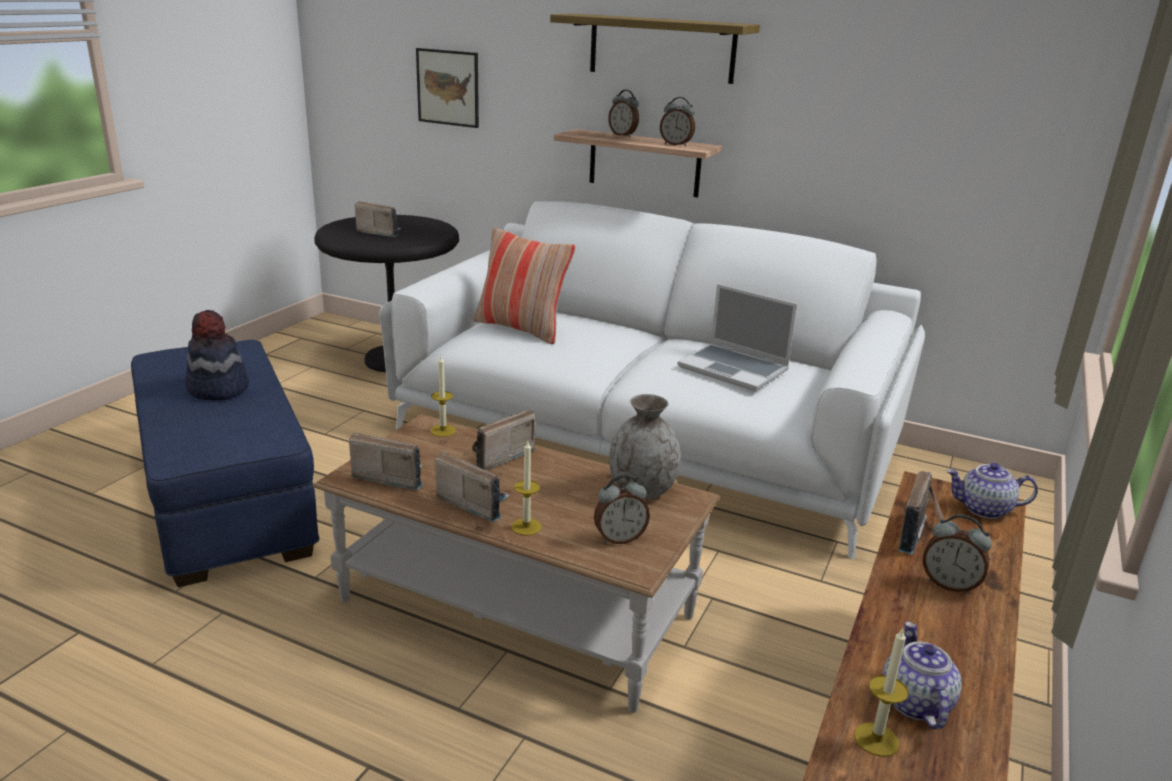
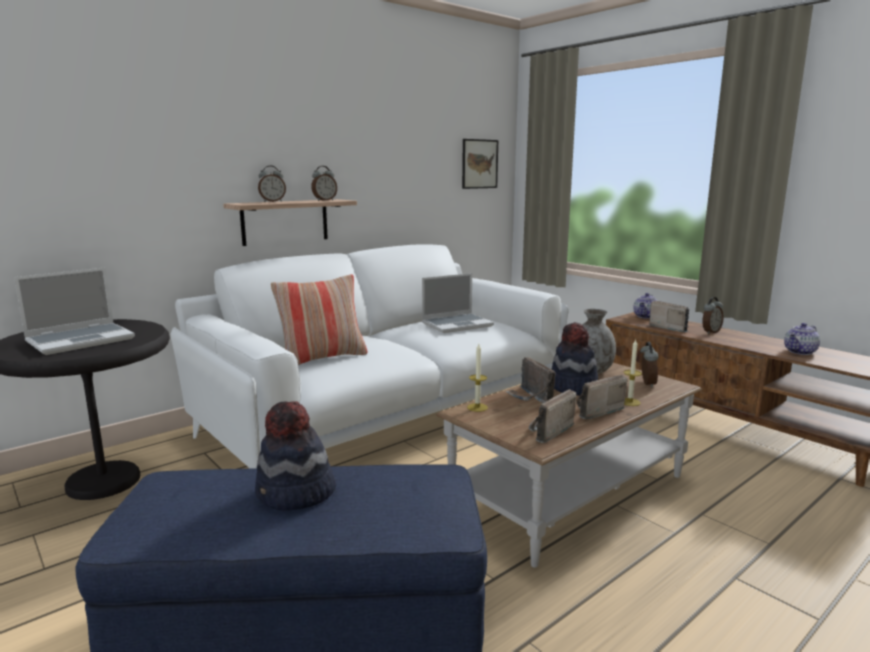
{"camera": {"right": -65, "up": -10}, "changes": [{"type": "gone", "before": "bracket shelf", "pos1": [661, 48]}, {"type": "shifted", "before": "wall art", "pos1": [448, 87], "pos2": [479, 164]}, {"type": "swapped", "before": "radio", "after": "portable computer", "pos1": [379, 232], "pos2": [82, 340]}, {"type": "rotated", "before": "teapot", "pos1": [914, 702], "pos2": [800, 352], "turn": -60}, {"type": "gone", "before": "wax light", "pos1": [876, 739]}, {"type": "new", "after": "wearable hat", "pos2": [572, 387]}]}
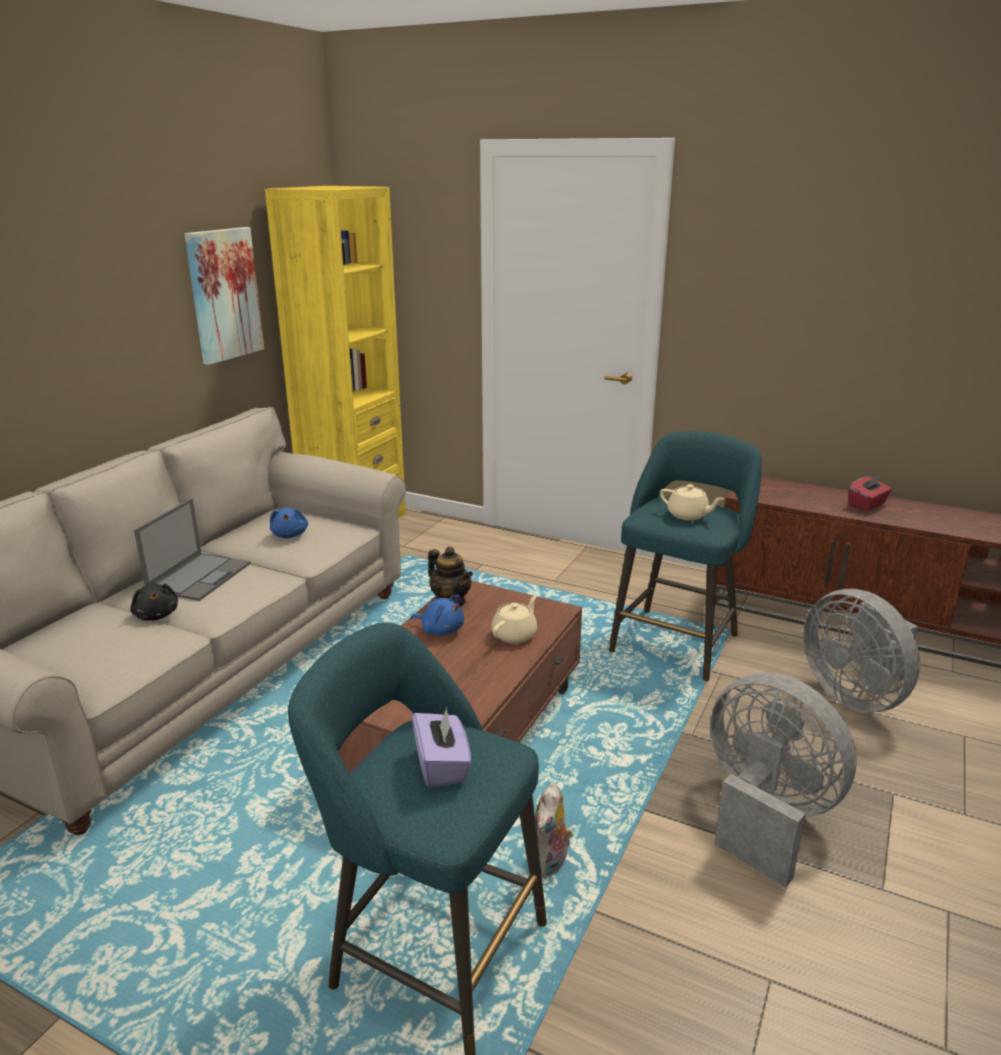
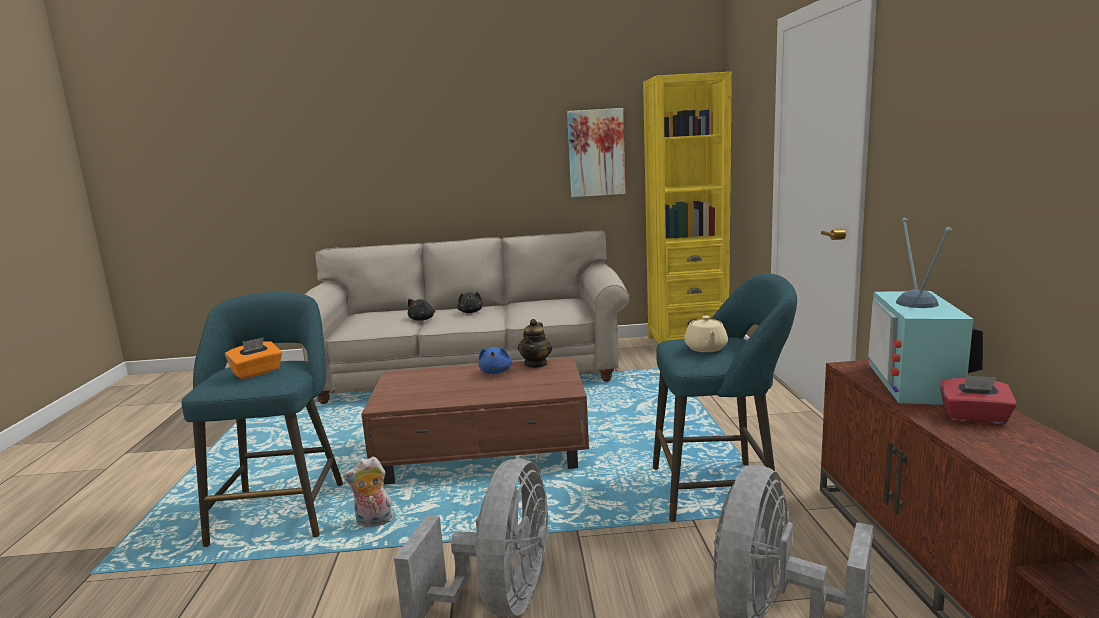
{"camera": {"right": 60, "up": -10}, "changes": [{"type": "swapped", "before": "portable computer", "after": "blackish plush toy", "pos1": [199, 576], "pos2": [470, 312]}, {"type": "gone", "before": "bluish plush toy", "pos1": [290, 535]}, {"type": "gone", "before": "beige-coloured teapot", "pos1": [515, 635]}, {"type": "repainted", "before": "purplish tissue box", "after": "orange tissue box", "pos1": [442, 765], "pos2": [257, 373]}, {"type": "new", "after": "TV set", "pos2": [920, 383]}]}
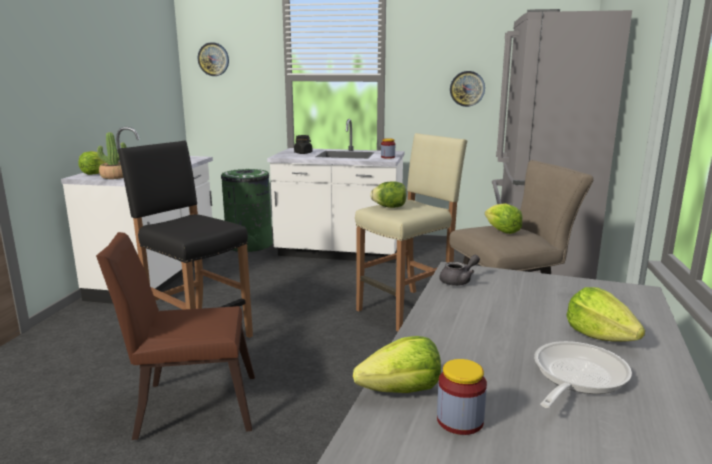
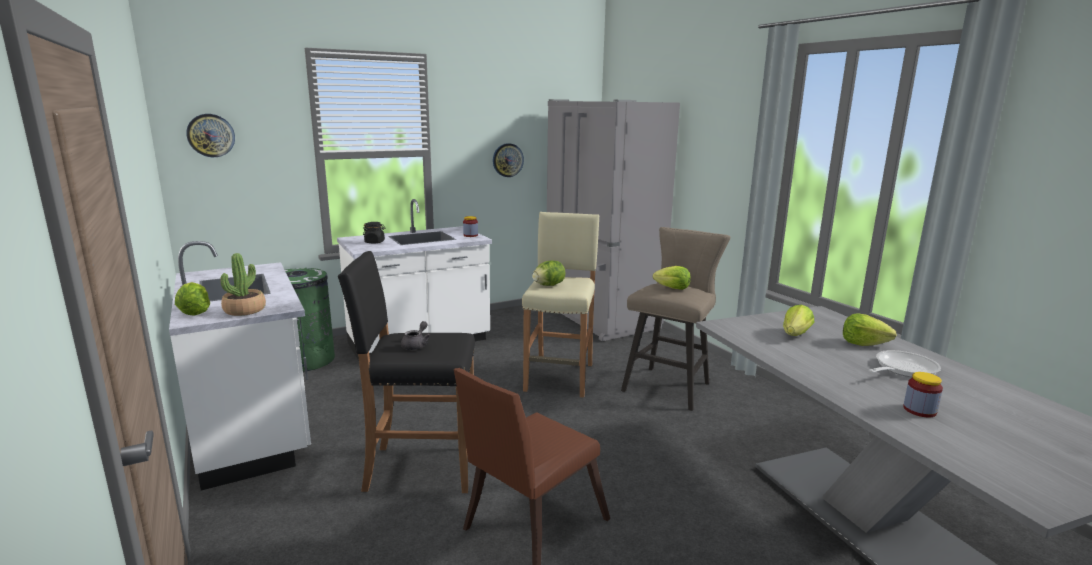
{"camera": {"right": -40, "up": 0}, "changes": [{"type": "shifted", "before": "grey teapot", "pos1": [459, 281], "pos2": [416, 345]}, {"type": "shifted", "before": "lettuce", "pos1": [401, 391], "pos2": [795, 335]}, {"type": "rotated", "before": "pan", "pos1": [576, 377], "pos2": [902, 369], "turn": 60}]}
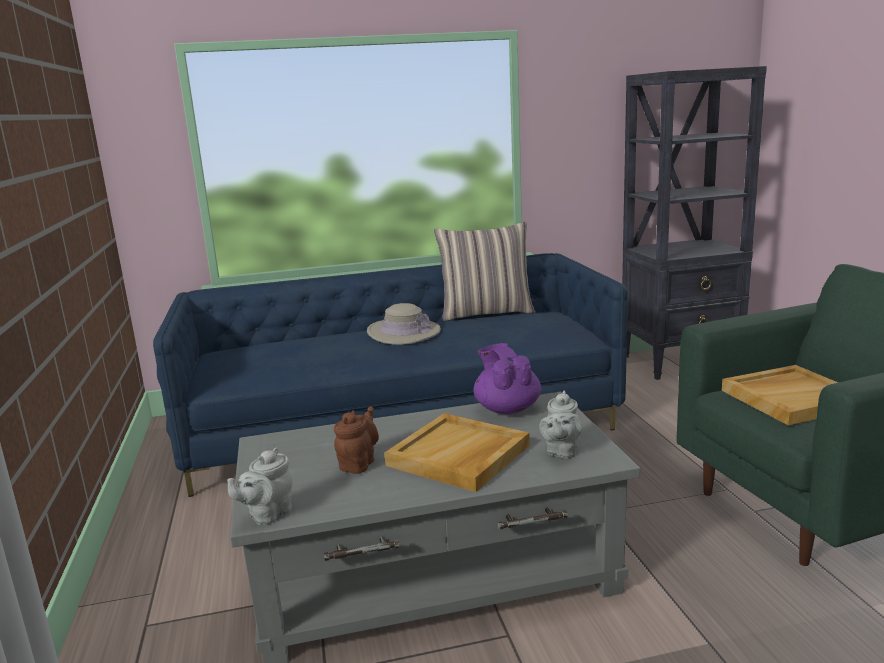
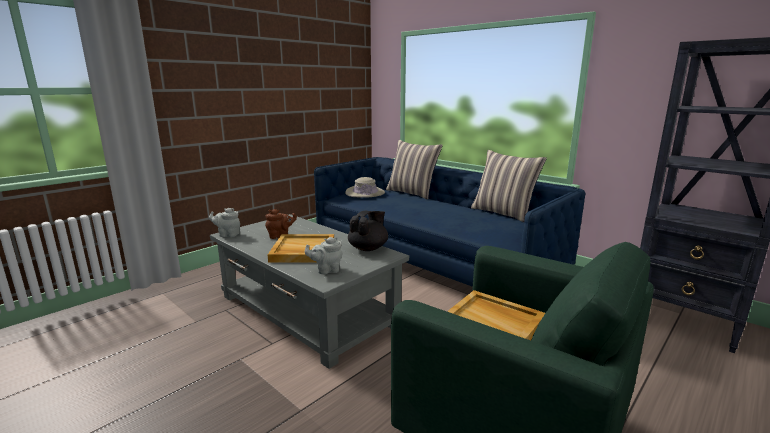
{"camera": {"right": 55, "up": 0}, "changes": [{"type": "shifted", "before": "beige-coloured wearable hat", "pos1": [403, 333], "pos2": [365, 193]}, {"type": "repainted", "before": "purplish teapot", "after": "blackish teapot", "pos1": [507, 408], "pos2": [368, 248]}, {"type": "new", "after": "pillow", "pos2": [412, 193]}]}
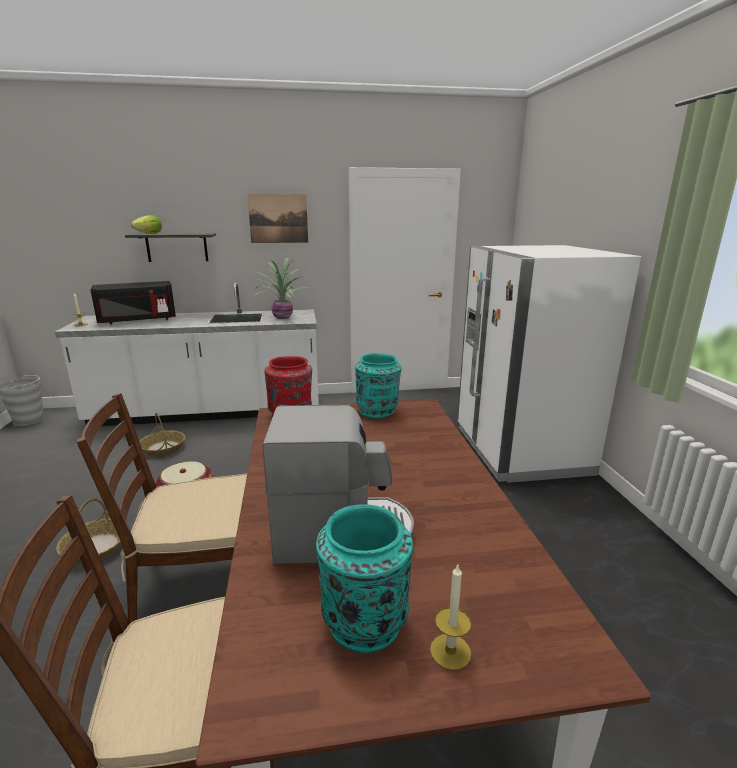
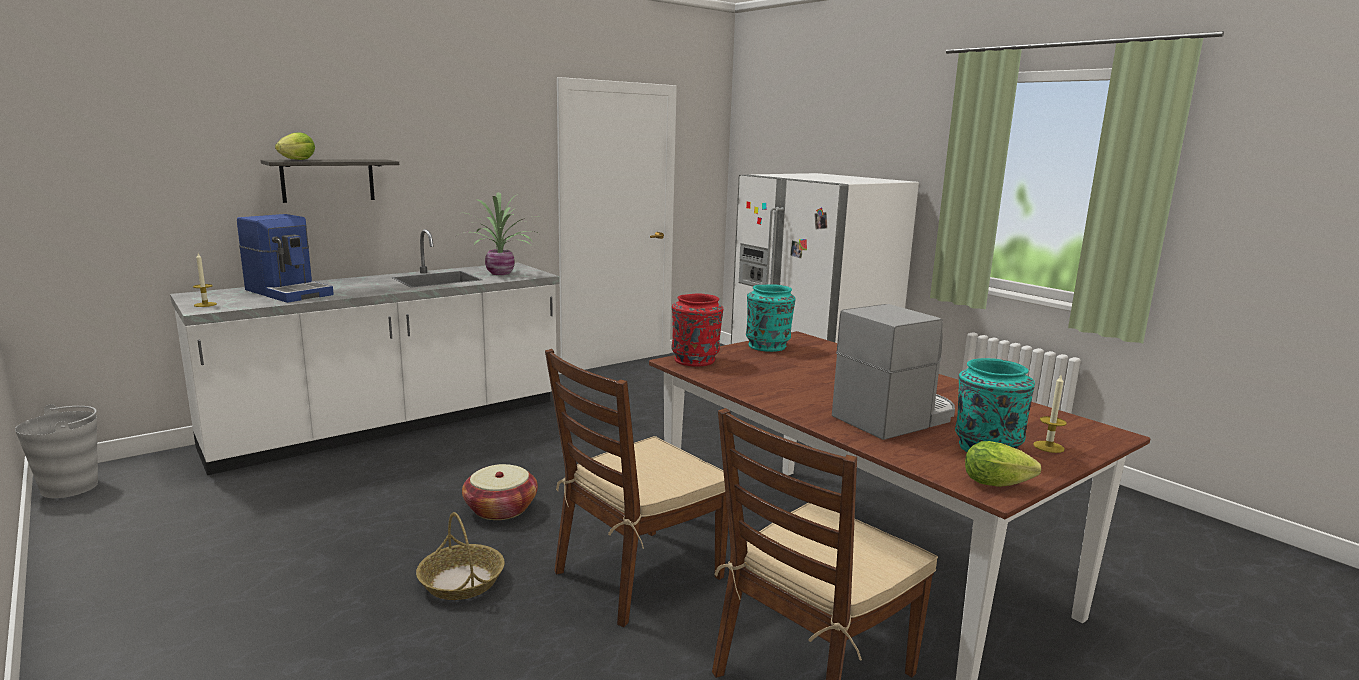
{"camera": {"right": -30, "up": -5}, "changes": [{"type": "gone", "before": "wall art", "pos1": [278, 218]}, {"type": "swapped", "before": "blackish kitchen microwave", "after": "coffee machine", "pos1": [138, 320], "pos2": [289, 292]}, {"type": "gone", "before": "basket", "pos1": [163, 448]}, {"type": "new", "after": "lettuce", "pos2": [1000, 484]}]}
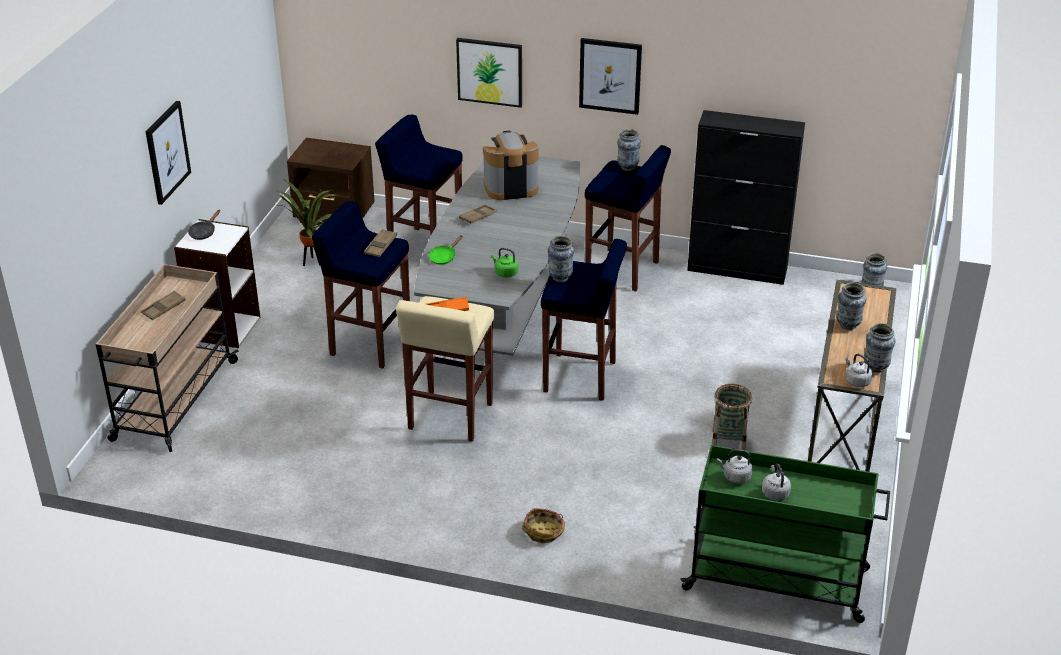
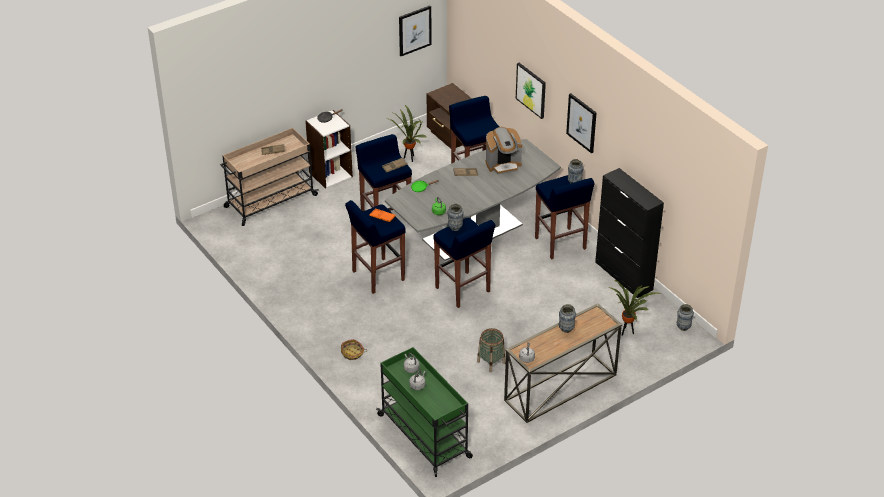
{"camera": {"right": 40, "up": 5}, "changes": [{"type": "shifted", "before": "wall art", "pos1": [167, 152], "pos2": [414, 30]}, {"type": "rotated", "before": "coffee machine", "pos1": [510, 188], "pos2": [503, 164], "turn": 135}, {"type": "repainted", "before": "beige-coloured sitting stool", "after": "bluish sitting stool", "pos1": [450, 417], "pos2": [377, 276]}, {"type": "gone", "before": "decorative vase", "pos1": [875, 367]}, {"type": "new", "after": "plant in a pot", "pos2": [627, 332]}]}
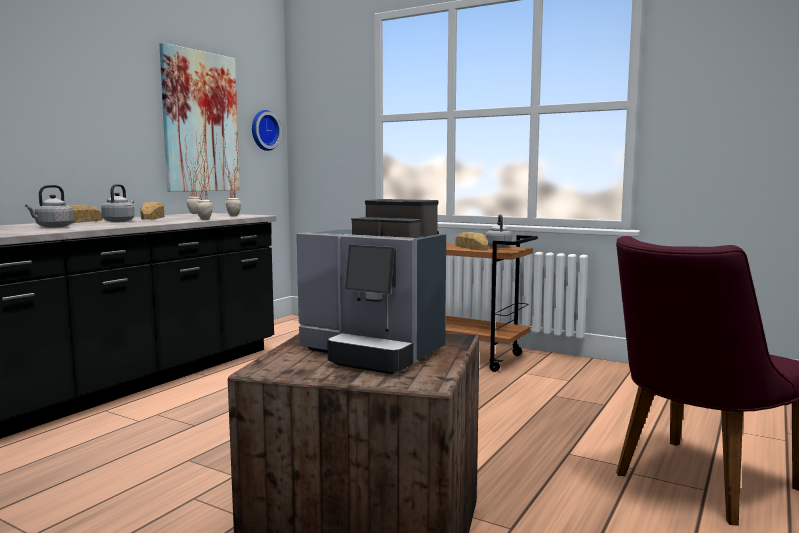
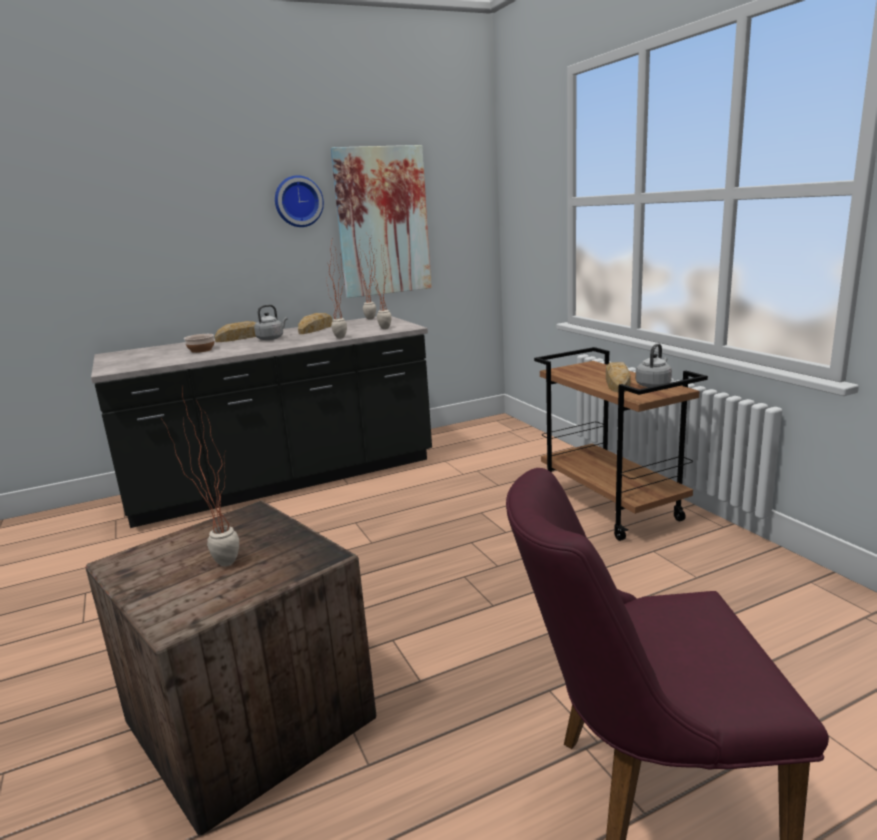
{"camera": {"right": 35, "up": 10}, "changes": [{"type": "shifted", "before": "wall clock", "pos1": [263, 130], "pos2": [298, 201]}, {"type": "swapped", "before": "grey tea kettle", "after": "bowl", "pos1": [53, 227], "pos2": [201, 350]}, {"type": "swapped", "before": "coffee machine", "after": "plant in a pot", "pos1": [373, 353], "pos2": [218, 563]}]}
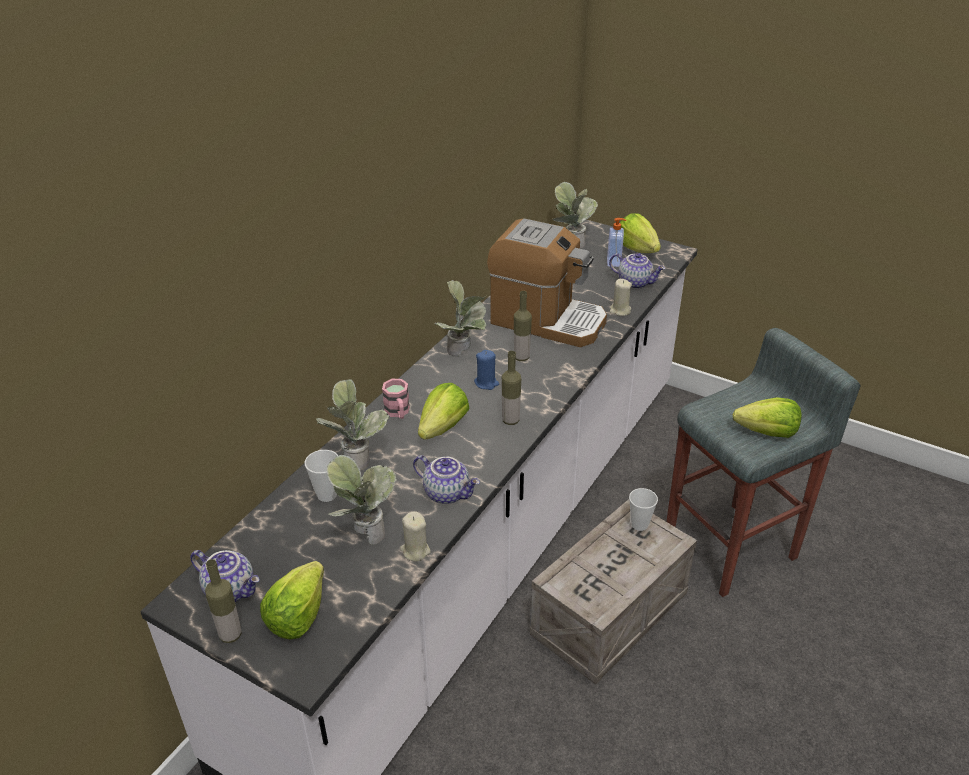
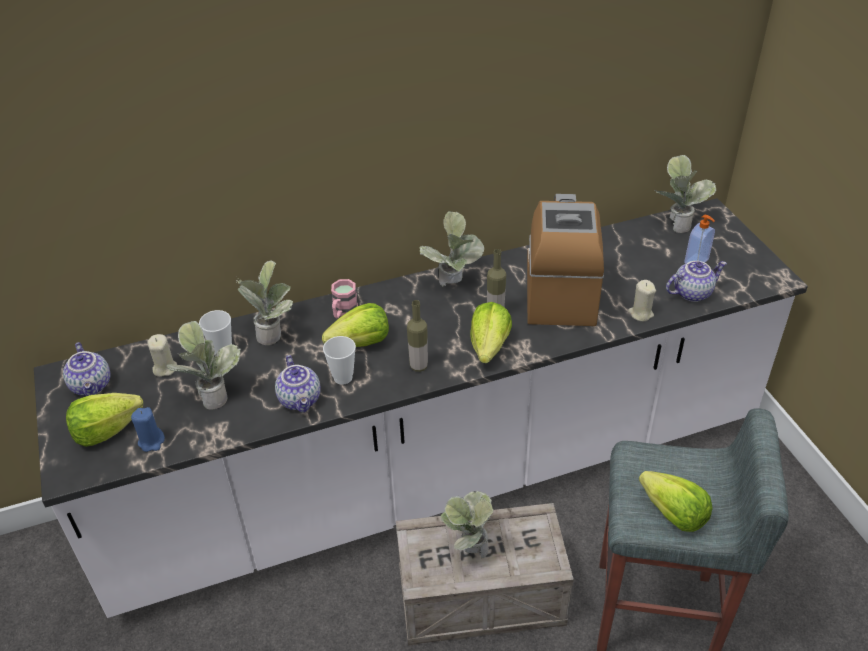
{"camera": {"right": 40, "up": 5}, "changes": [{"type": "shifted", "before": "lettuce", "pos1": [637, 249], "pos2": [489, 346]}, {"type": "rotated", "before": "coffee machine", "pos1": [547, 320], "pos2": [560, 290], "turn": -150}, {"type": "rotated", "before": "teapot", "pos1": [635, 282], "pos2": [692, 292], "turn": -90}, {"type": "shifted", "before": "bluish wax light", "pos1": [486, 383], "pos2": [151, 441]}, {"type": "shifted", "before": "cup", "pos1": [639, 524], "pos2": [343, 377]}, {"type": "shifted", "before": "beige-coloured wax light", "pos1": [415, 550], "pos2": [164, 368]}, {"type": "gone", "before": "drink bottle", "pos1": [230, 635]}, {"type": "new", "after": "plant in a pot", "pos2": [469, 549]}]}
